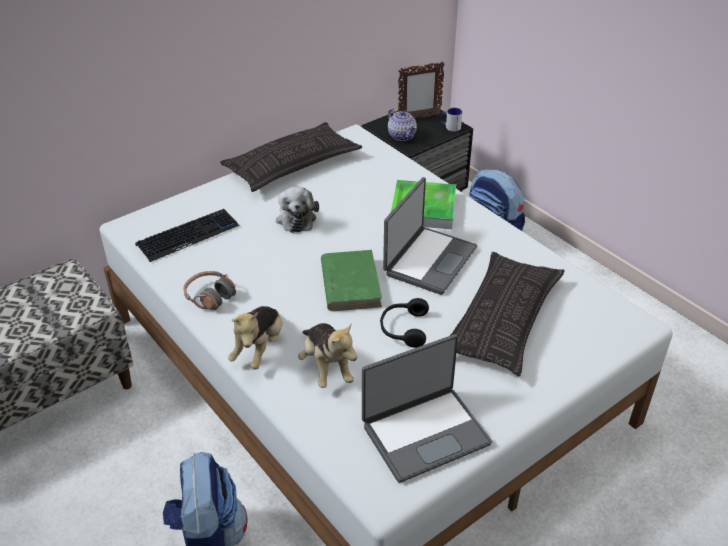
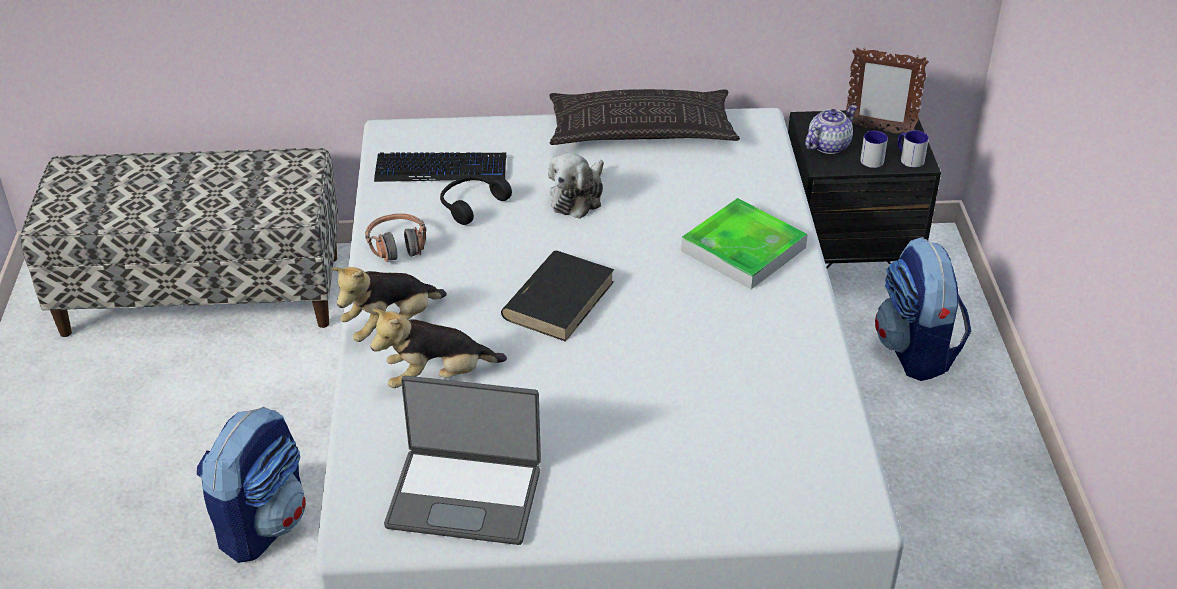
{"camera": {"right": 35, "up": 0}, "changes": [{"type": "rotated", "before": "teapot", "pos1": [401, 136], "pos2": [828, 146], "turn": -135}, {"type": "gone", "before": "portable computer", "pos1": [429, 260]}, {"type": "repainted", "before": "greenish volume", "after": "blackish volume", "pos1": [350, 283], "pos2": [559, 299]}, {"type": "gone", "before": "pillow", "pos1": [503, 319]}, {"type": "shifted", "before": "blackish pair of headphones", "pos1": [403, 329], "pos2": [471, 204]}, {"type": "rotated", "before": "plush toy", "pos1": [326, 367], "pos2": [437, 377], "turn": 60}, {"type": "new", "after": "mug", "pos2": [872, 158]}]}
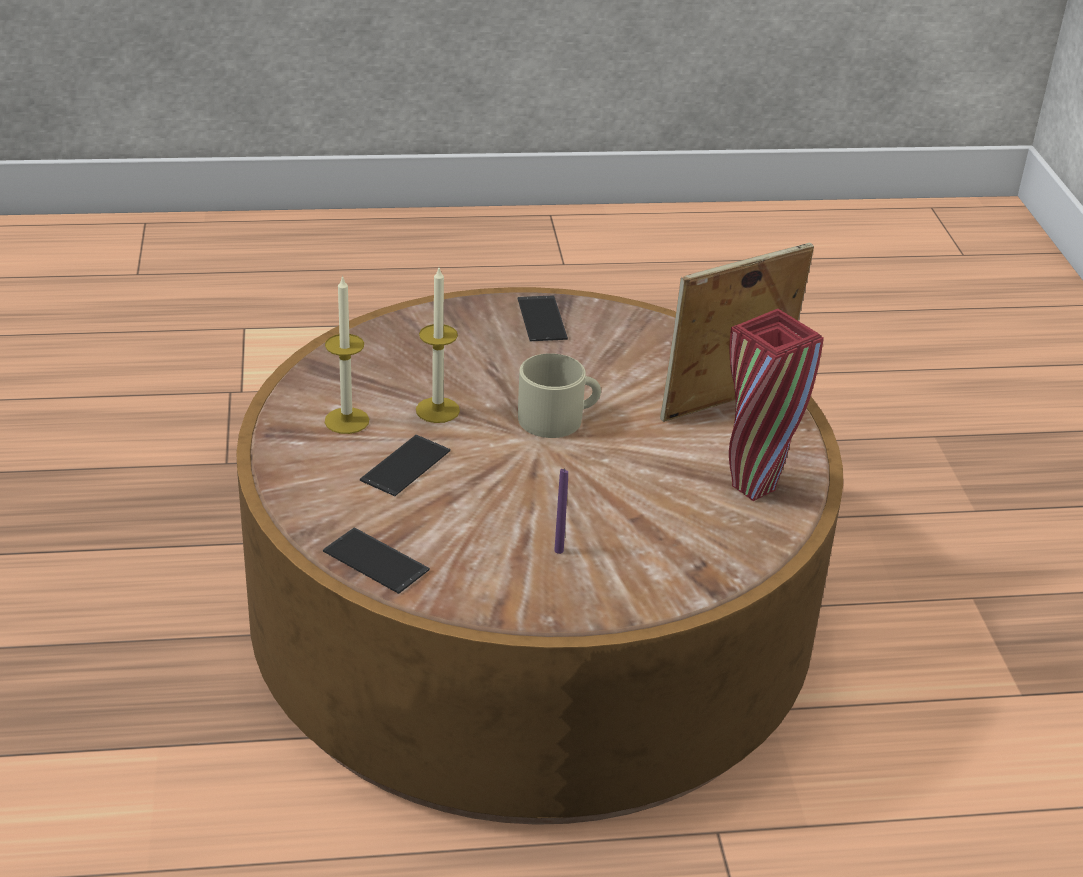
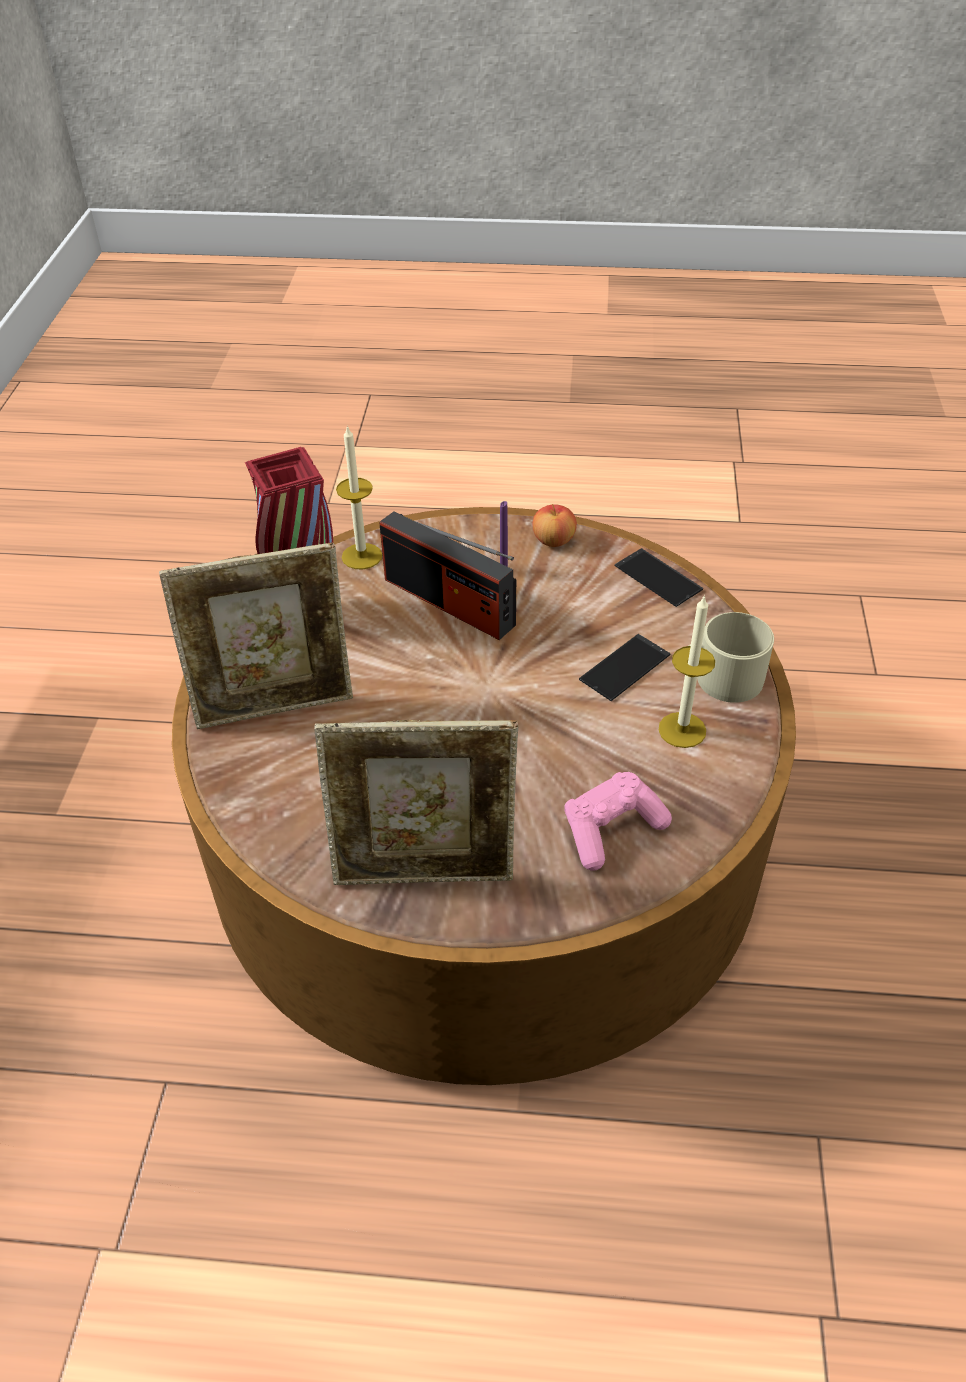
{"camera": {"right": -165, "up": 10}, "changes": [{"type": "shifted", "before": "wax light", "pos1": [437, 410], "pos2": [362, 556]}, {"type": "swapped", "before": "handset", "after": "picture frame", "pos1": [542, 319], "pos2": [425, 873]}, {"type": "shifted", "before": "beige-coloured mug", "pos1": [558, 418], "pos2": [720, 678]}, {"type": "new", "after": "apple", "pos2": [553, 540]}, {"type": "new", "after": "radio", "pos2": [449, 602]}, {"type": "new", "after": "pinkish game controller", "pos2": [611, 830]}]}
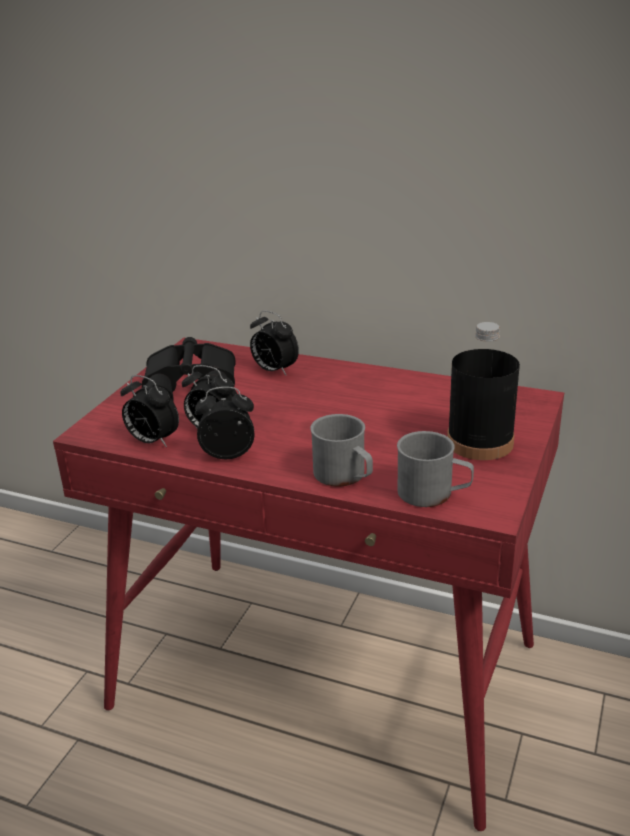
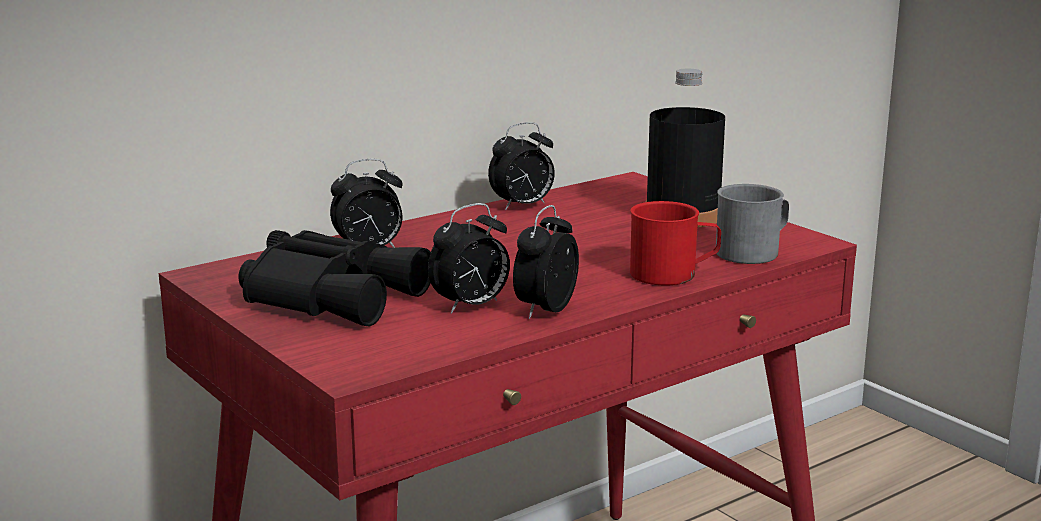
{"camera": {"right": -60, "up": -10}, "changes": [{"type": "shifted", "before": "table clock", "pos1": [152, 441], "pos2": [522, 206]}, {"type": "repainted", "before": "grey mug", "after": "red-coloured mug", "pos1": [345, 476], "pos2": [673, 274]}]}
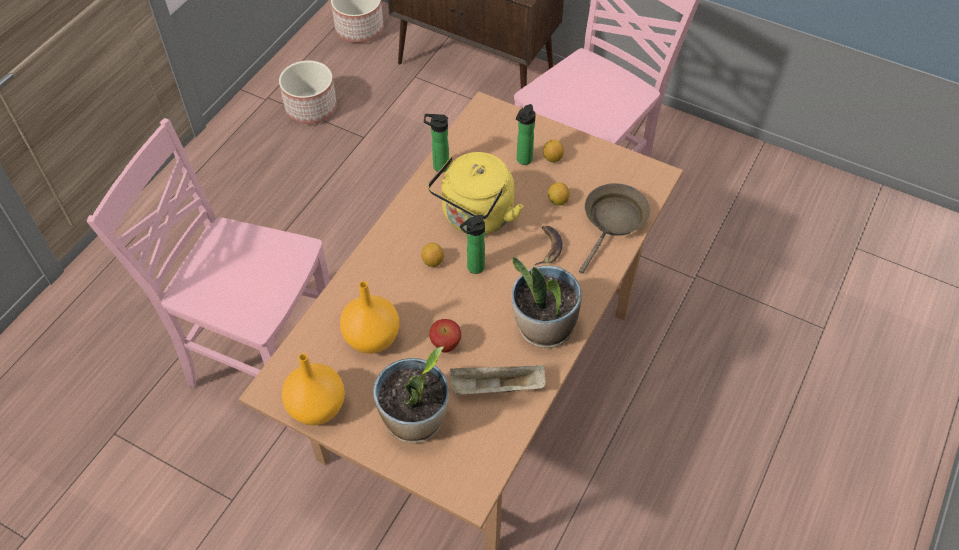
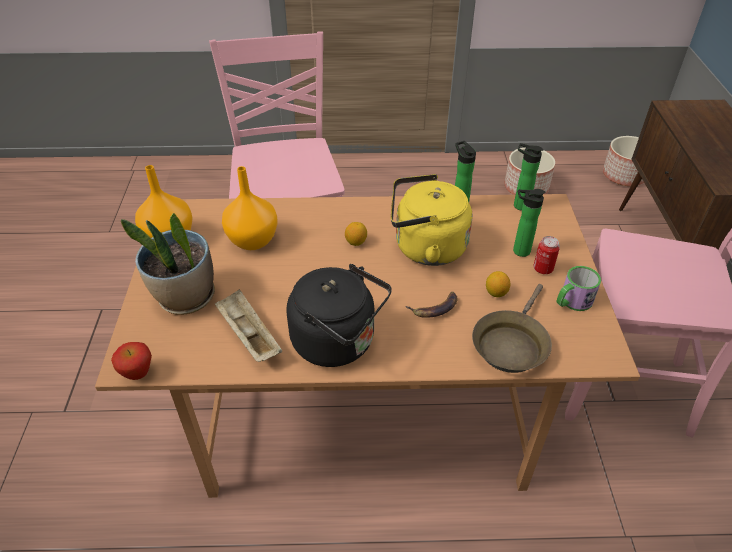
{"camera": {"right": 60, "up": -10}, "changes": [{"type": "swapped", "before": "citrus fruit", "after": "metal can", "pos1": [552, 158], "pos2": [543, 269]}, {"type": "rotated", "before": "brown pan", "pos1": [613, 221], "pos2": [511, 344], "turn": 120}, {"type": "shifted", "before": "drink bottle", "pos1": [473, 268], "pos2": [518, 205]}, {"type": "swapped", "before": "plant in a pot", "after": "blackish tea kettle", "pos1": [544, 327], "pos2": [338, 342]}, {"type": "shifted", "before": "apple", "pos1": [446, 346], "pos2": [138, 374]}, {"type": "new", "after": "mug", "pos2": [572, 301]}]}
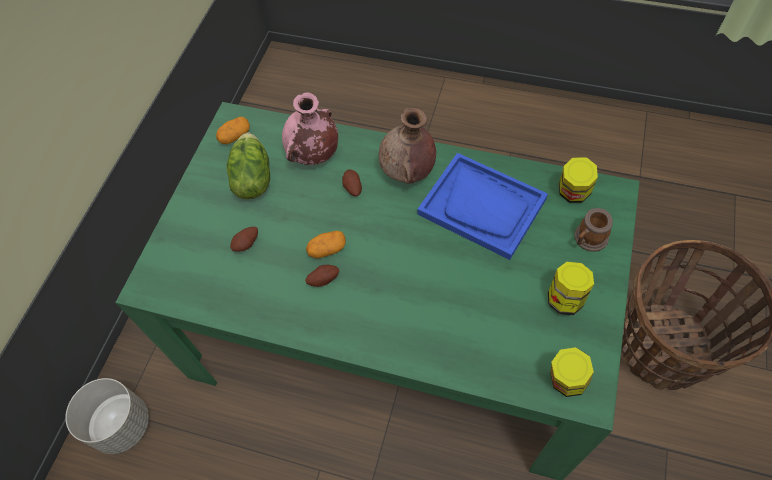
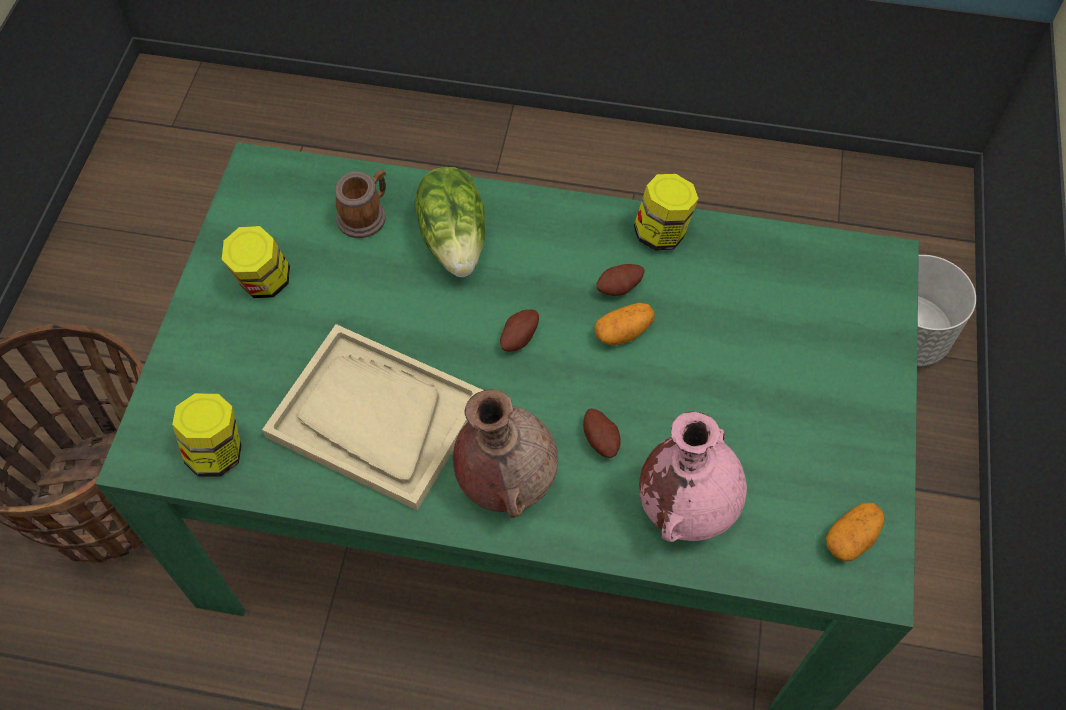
{"camera": {"right": 170, "up": 0}, "changes": [{"type": "shifted", "before": "lettuce", "pos1": [252, 179], "pos2": [455, 239]}, {"type": "repainted", "before": "bluish tray", "after": "beige-coloured tray", "pos1": [482, 206], "pos2": [375, 418]}, {"type": "shifted", "before": "mug", "pos1": [588, 240], "pos2": [365, 215]}, {"type": "shifted", "before": "potato", "pos1": [247, 244], "pos2": [518, 337]}, {"type": "shifted", "before": "jar", "pos1": [566, 381], "pos2": [662, 233]}]}
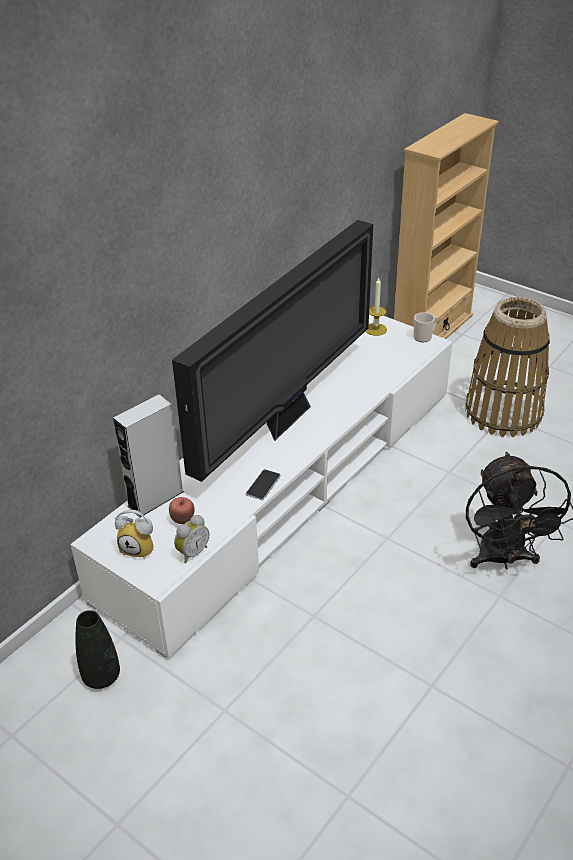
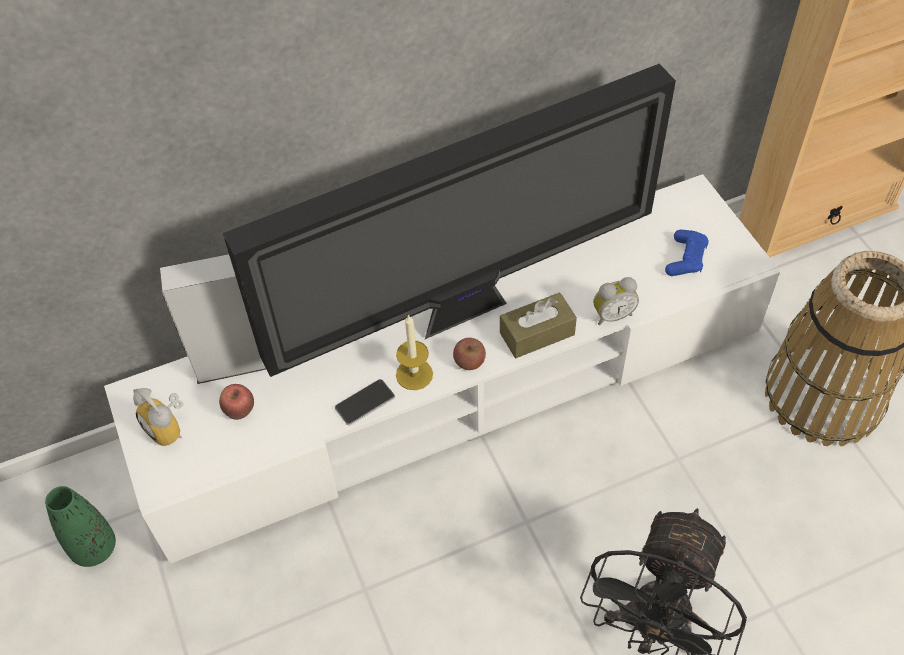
{"camera": {"right": 30, "up": 15}, "changes": [{"type": "shifted", "before": "wax light", "pos1": [375, 329], "pos2": [414, 374]}, {"type": "gone", "before": "mug", "pos1": [424, 337]}, {"type": "shifted", "before": "table clock", "pos1": [192, 552], "pos2": [612, 315]}, {"type": "repainted", "before": "blackish decorative vase", "after": "greenish decorative vase", "pos1": [101, 676], "pos2": [94, 548]}, {"type": "new", "after": "bluish game controller", "pos2": [686, 259]}, {"type": "new", "after": "brown tissue box", "pos2": [537, 333]}, {"type": "new", "after": "apple", "pos2": [469, 361]}]}
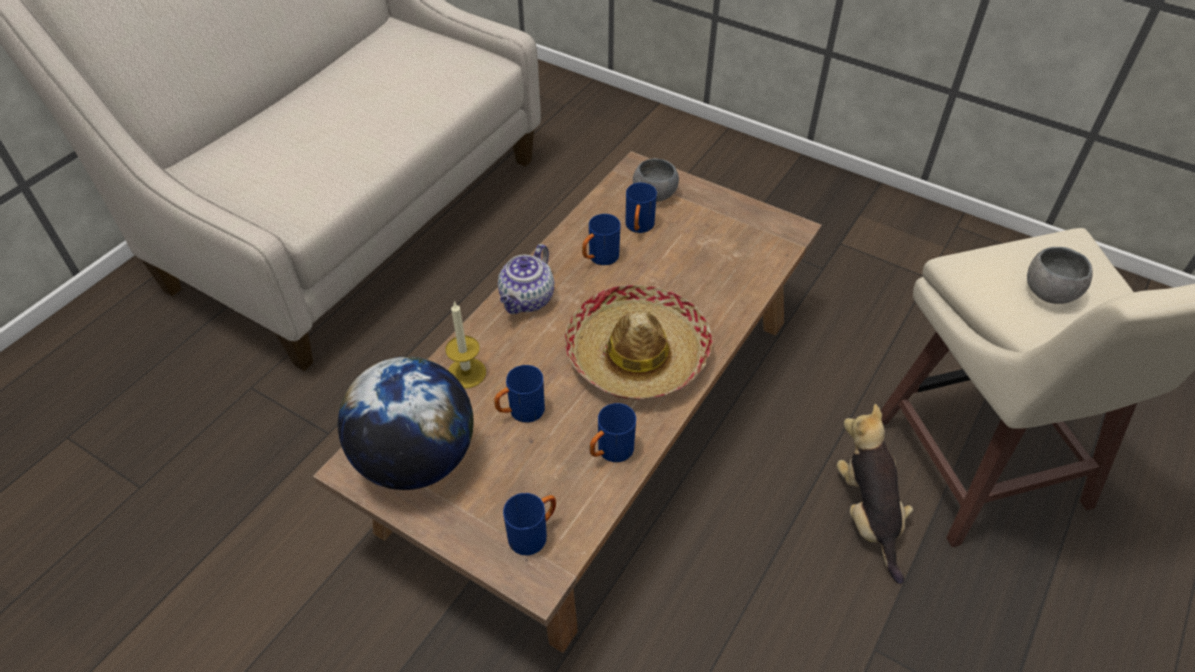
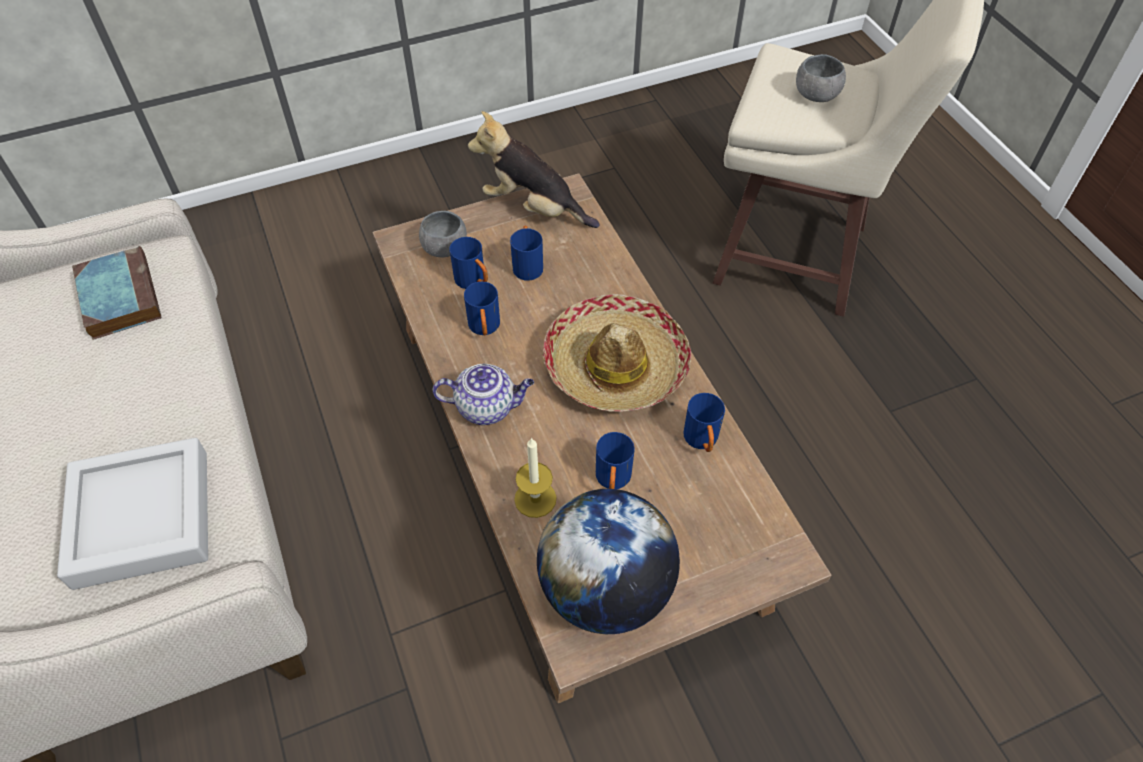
{"camera": {"right": -55, "up": 5}, "changes": [{"type": "rotated", "before": "teapot", "pos1": [527, 300], "pos2": [487, 407], "turn": -60}, {"type": "shifted", "before": "plush toy", "pos1": [867, 514], "pos2": [534, 208]}, {"type": "shifted", "before": "bluish mug", "pos1": [534, 533], "pos2": [527, 265]}, {"type": "new", "after": "volume", "pos2": [119, 296]}, {"type": "new", "after": "grey tray", "pos2": [142, 518]}]}
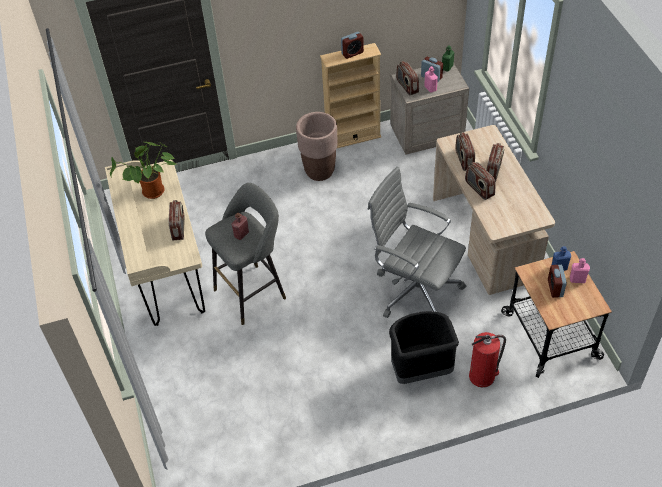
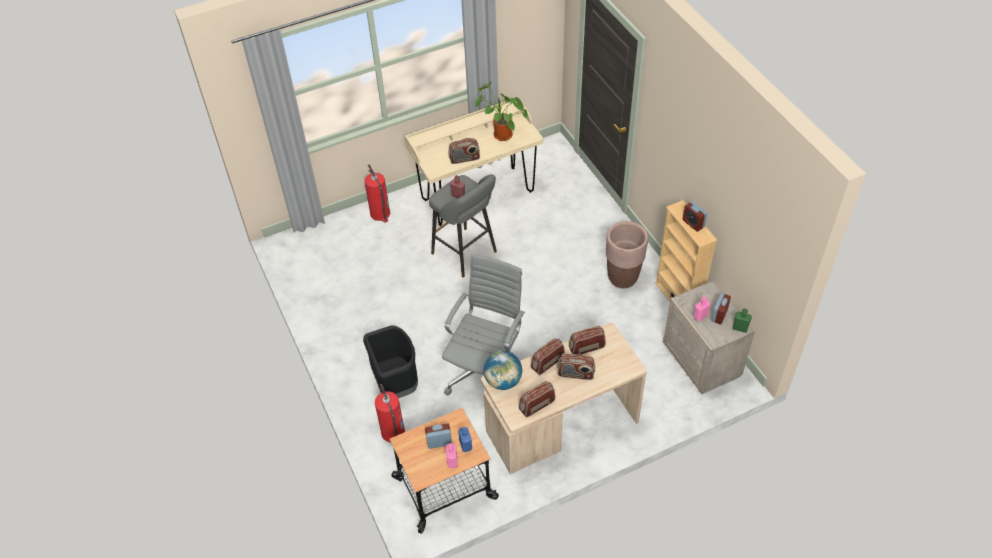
{"camera": {"right": 80, "up": 0}, "changes": [{"type": "shifted", "before": "radio", "pos1": [407, 86], "pos2": [536, 405]}, {"type": "new", "after": "extinguisher", "pos2": [380, 214]}, {"type": "new", "after": "desk globe", "pos2": [503, 381]}]}
